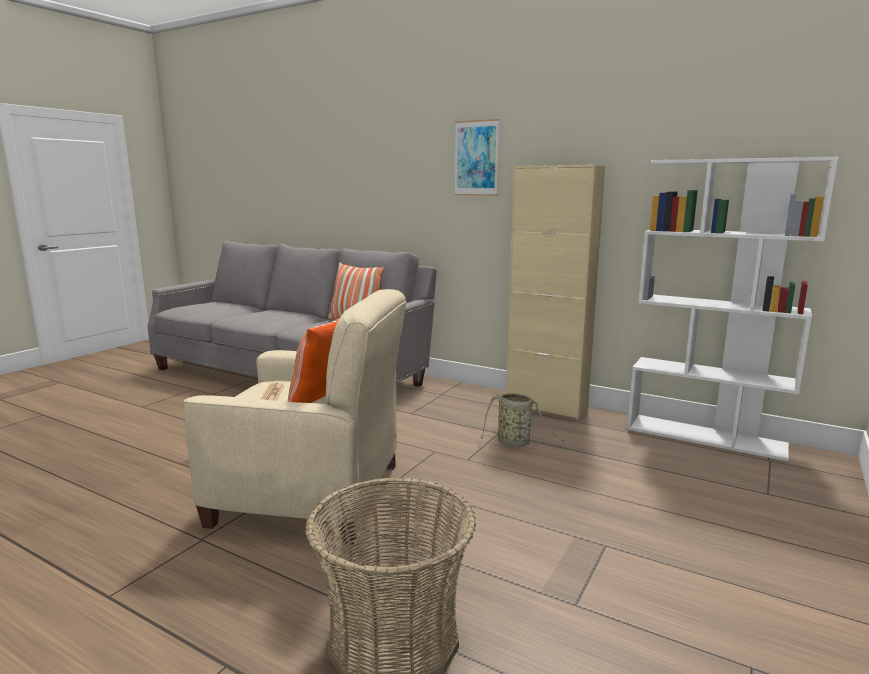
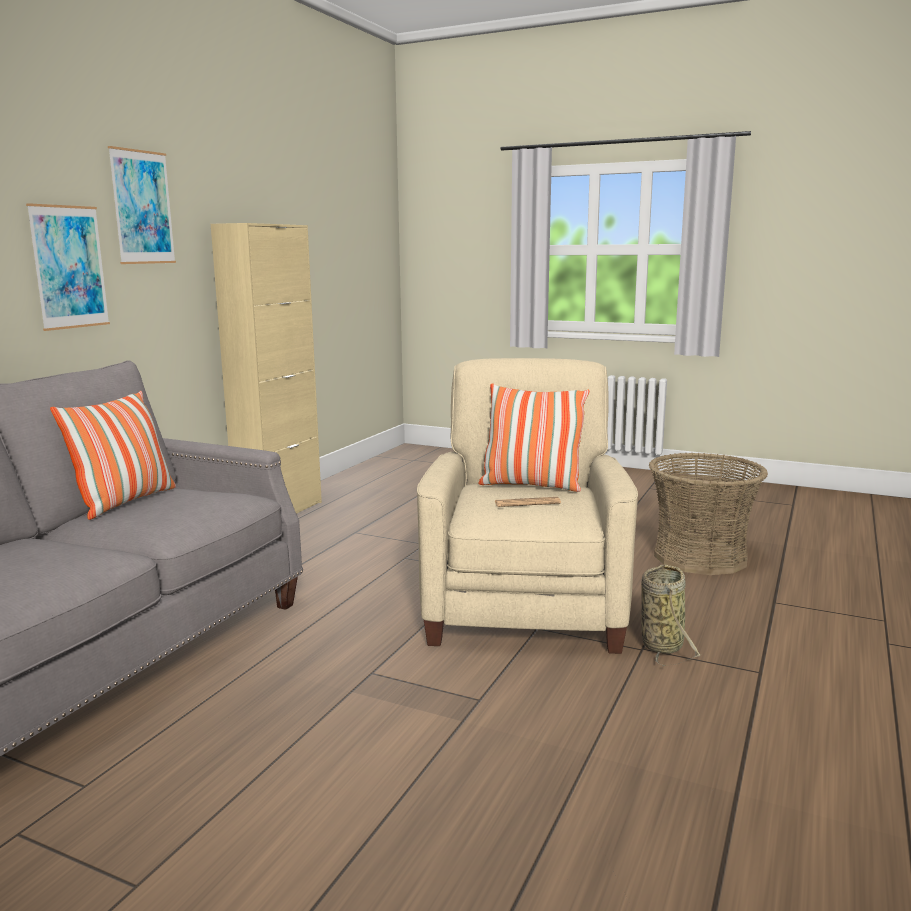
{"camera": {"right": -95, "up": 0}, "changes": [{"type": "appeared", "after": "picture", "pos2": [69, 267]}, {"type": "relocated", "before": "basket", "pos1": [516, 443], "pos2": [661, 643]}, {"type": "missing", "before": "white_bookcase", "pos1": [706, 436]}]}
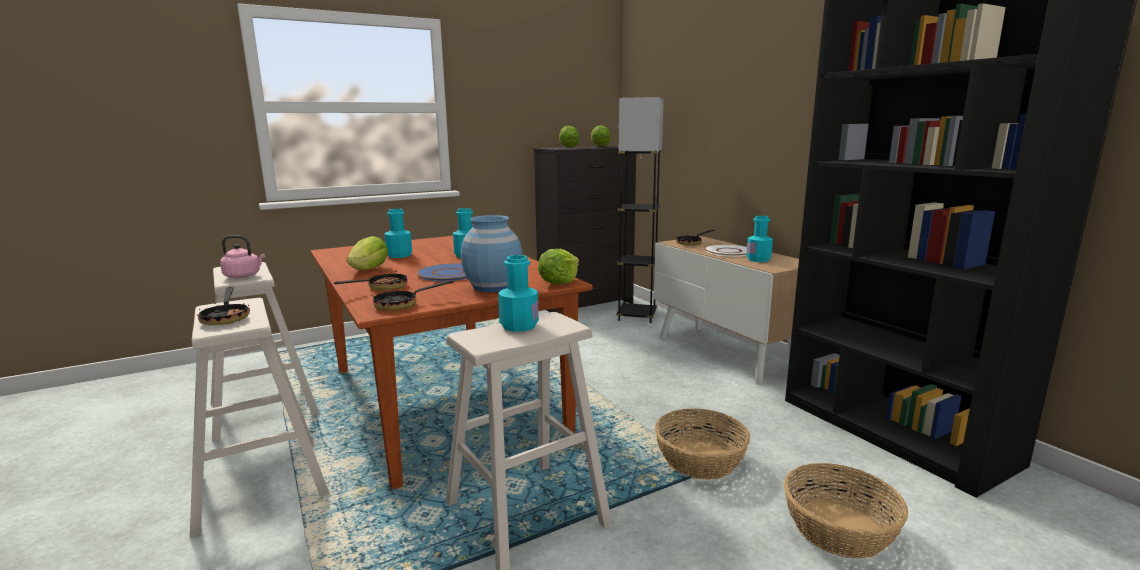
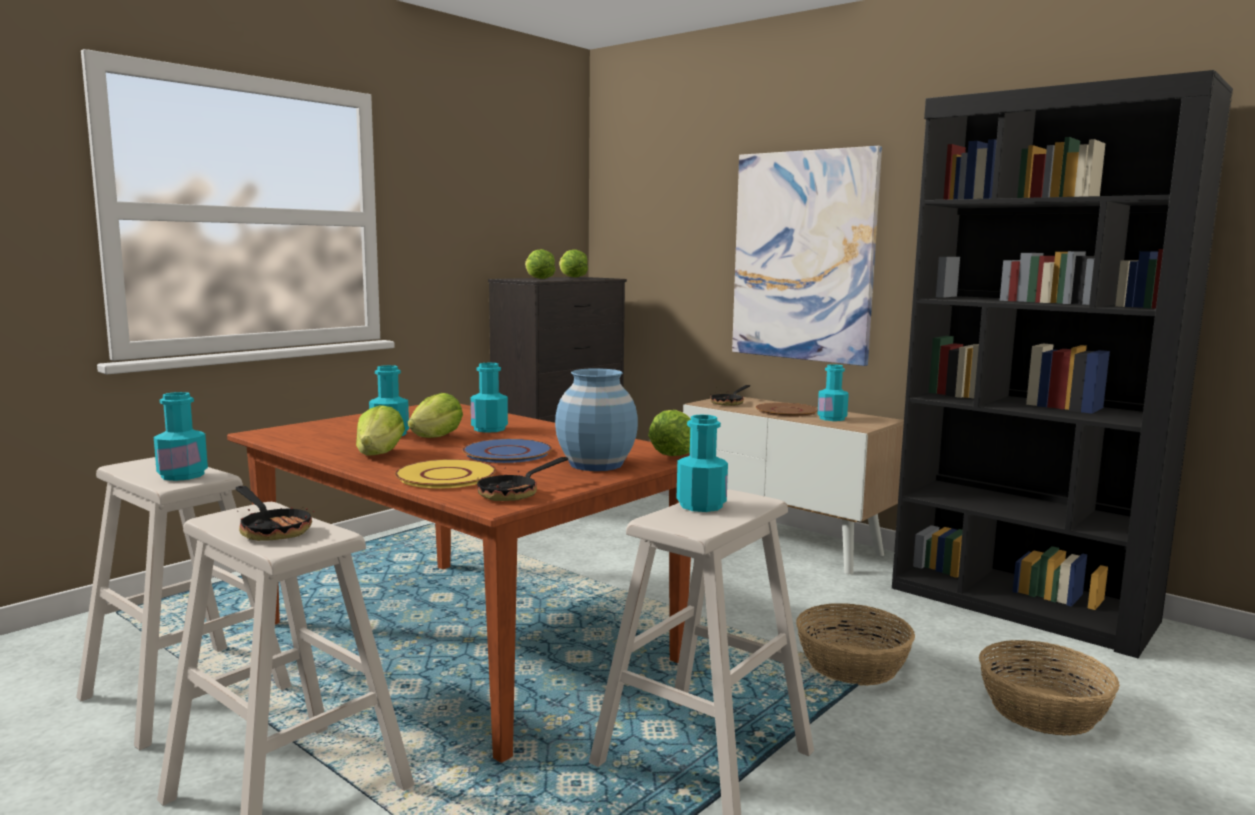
{"camera": {"right": -20, "up": -5}, "changes": [{"type": "exchanged", "before": "pink_kettle", "after": "turquoise_bottle", "pos1": [244, 276], "pos2": [182, 475]}, {"type": "exchanged", "before": "frying_pan", "after": "yellow_plate", "pos1": [382, 288], "pos2": [445, 476]}, {"type": "appeared", "after": "lettuce", "pos2": [437, 437]}, {"type": "appeared", "after": "picture", "pos2": [803, 256]}, {"type": "colour", "before": "white_plate", "after": "brown_plate", "pos1": [728, 251], "pos2": [786, 411]}, {"type": "missing", "before": "grey_floor_lamp", "pos1": [636, 316]}]}
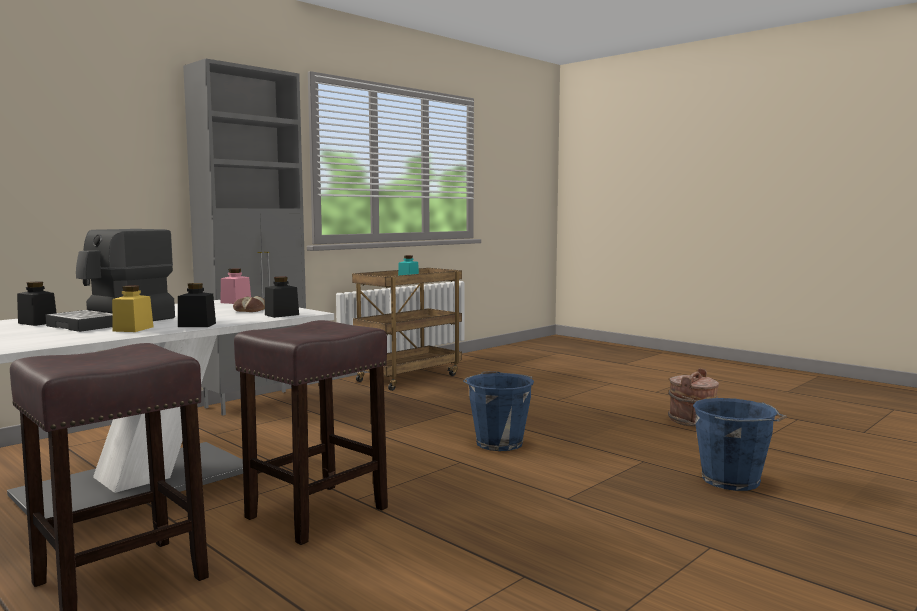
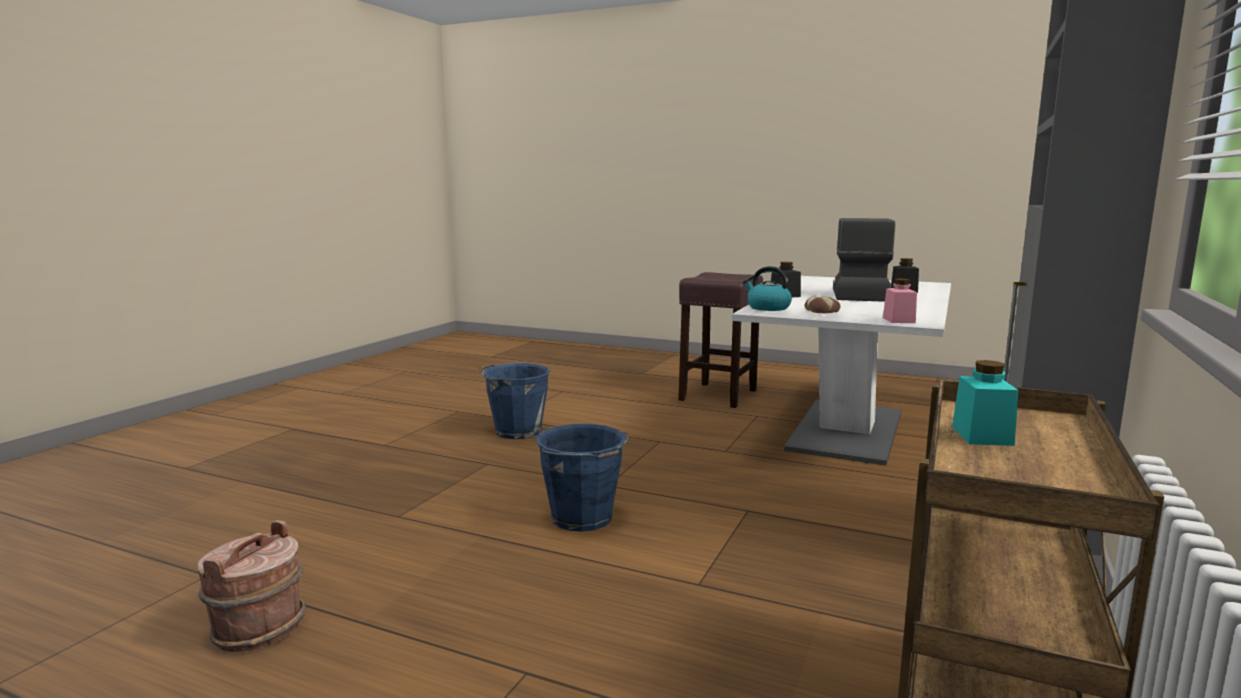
{"camera": {"right": 160, "up": 5}, "changes": [{"type": "relocated", "before": "blue_bucket", "pos1": [733, 481], "pos2": [516, 431]}, {"type": "exchanged", "before": "black_jar", "after": "kettle", "pos1": [281, 315], "pos2": [767, 308]}, {"type": "missing", "before": "yellow_jar", "pos1": [133, 329]}, {"type": "missing", "before": "brown_stool", "pos1": [315, 513]}]}
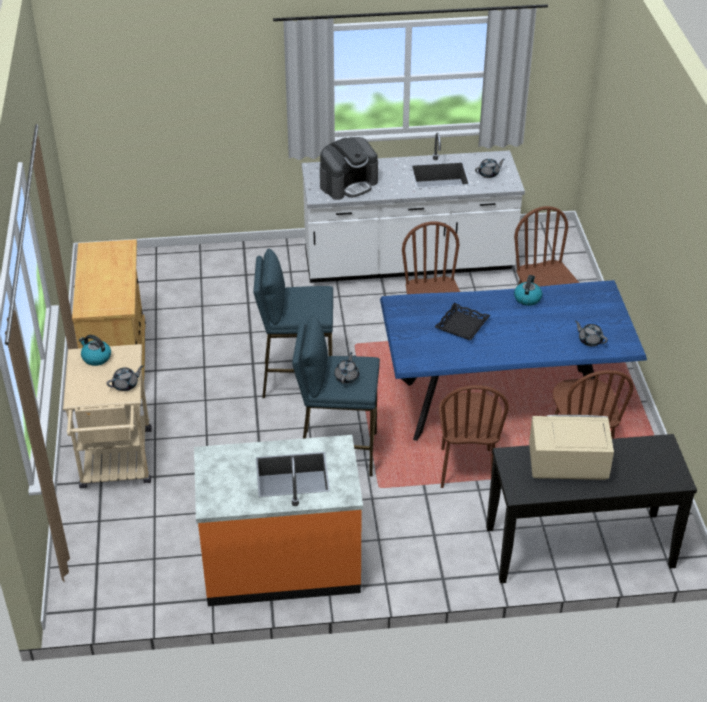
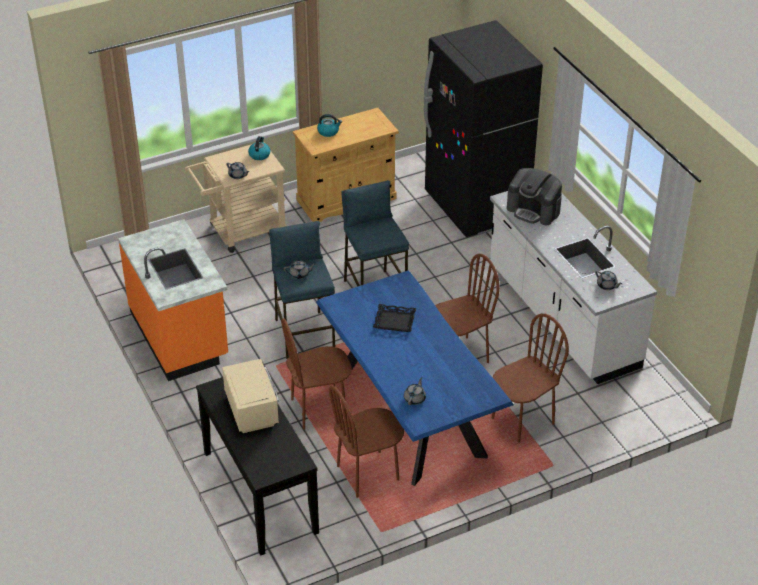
{"camera": {"right": 70, "up": 0}, "changes": [{"type": "relocated", "before": "kettle", "pos1": [527, 298], "pos2": [328, 131]}, {"type": "appeared", "after": "black_fridge", "pos2": [476, 207]}]}
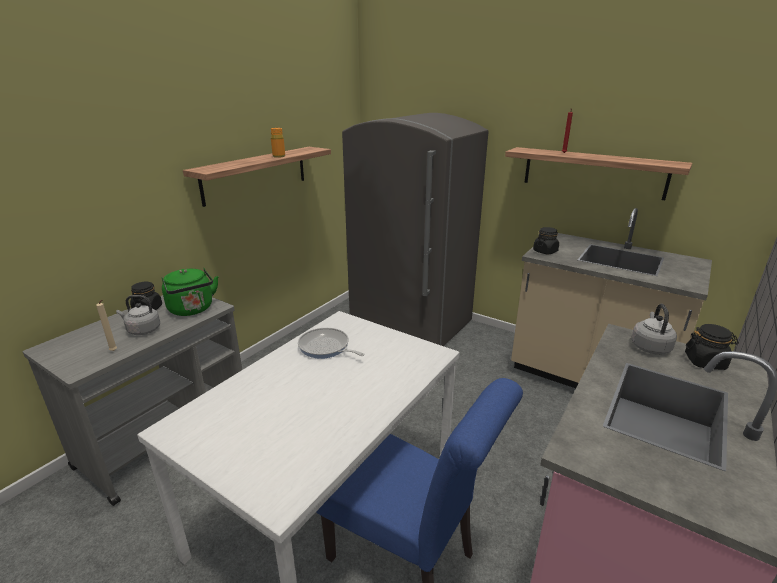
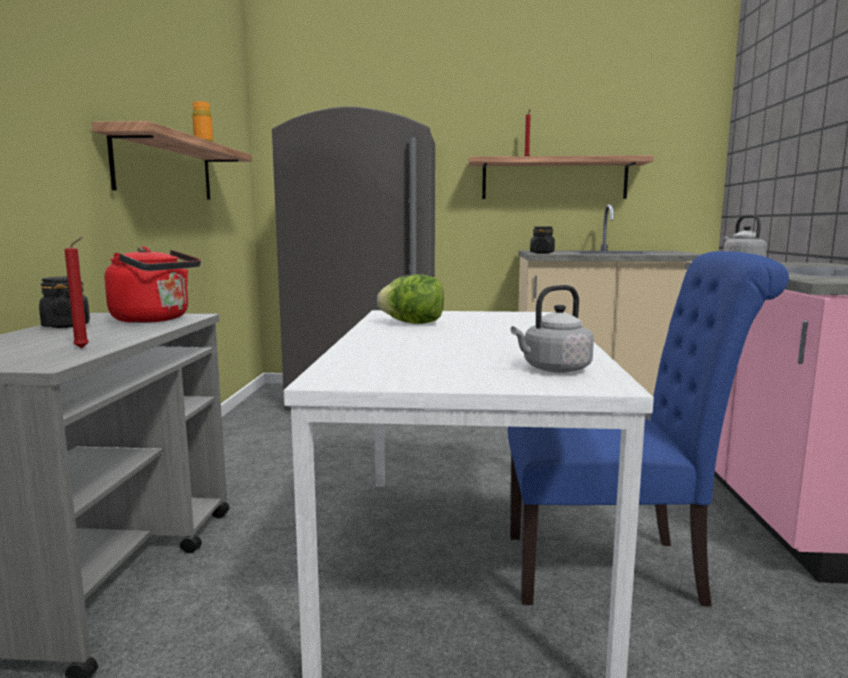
{"camera": {"right": -30, "up": -15}, "changes": [{"type": "colour", "before": "beige_candle", "after": "red_candle", "pos1": [114, 351], "pos2": [84, 348]}, {"type": "colour", "before": "green_kettle", "after": "red_kettle", "pos1": [192, 310], "pos2": [155, 319]}, {"type": "exchanged", "before": "frying_pan", "after": "lettuce", "pos1": [326, 347], "pos2": [413, 323]}, {"type": "relocated", "before": "grey_kettle", "pos1": [142, 330], "pos2": [553, 369]}, {"type": "missing", "before": "black_jar", "pos1": [705, 362]}]}
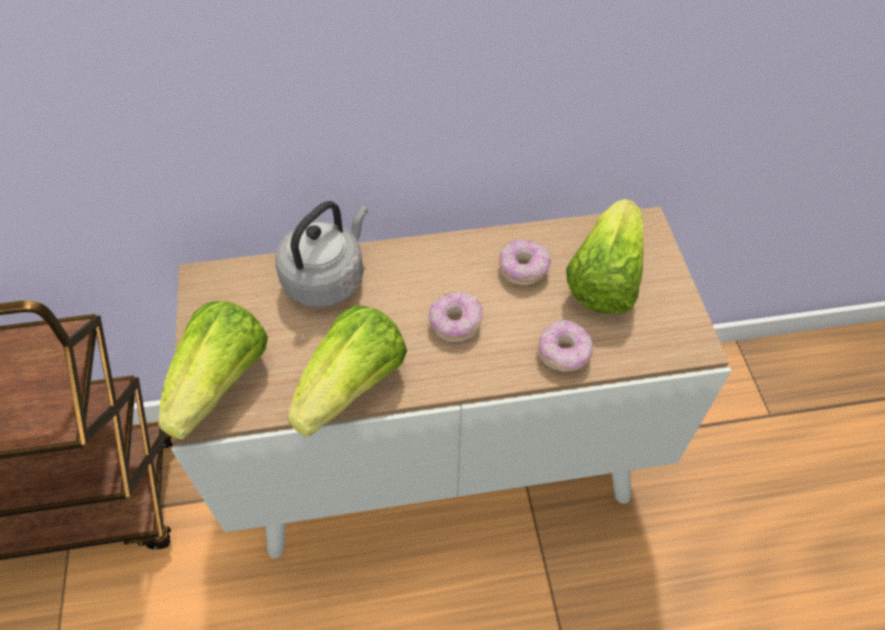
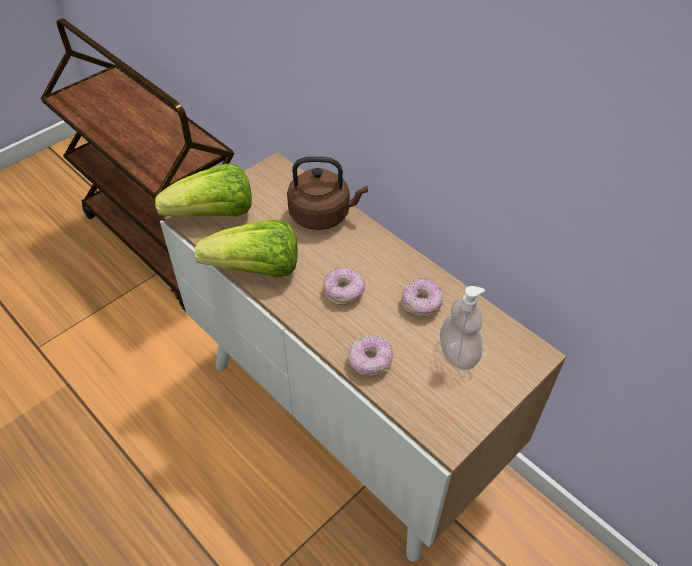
{"camera": {"right": 55, "up": -5}, "changes": [{"type": "colour", "before": "grey_kettle", "after": "brown_kettle", "pos1": [327, 278], "pos2": [323, 215]}, {"type": "exchanged", "before": "lettuce", "after": "soap_dispenser", "pos1": [604, 278], "pos2": [458, 353]}]}
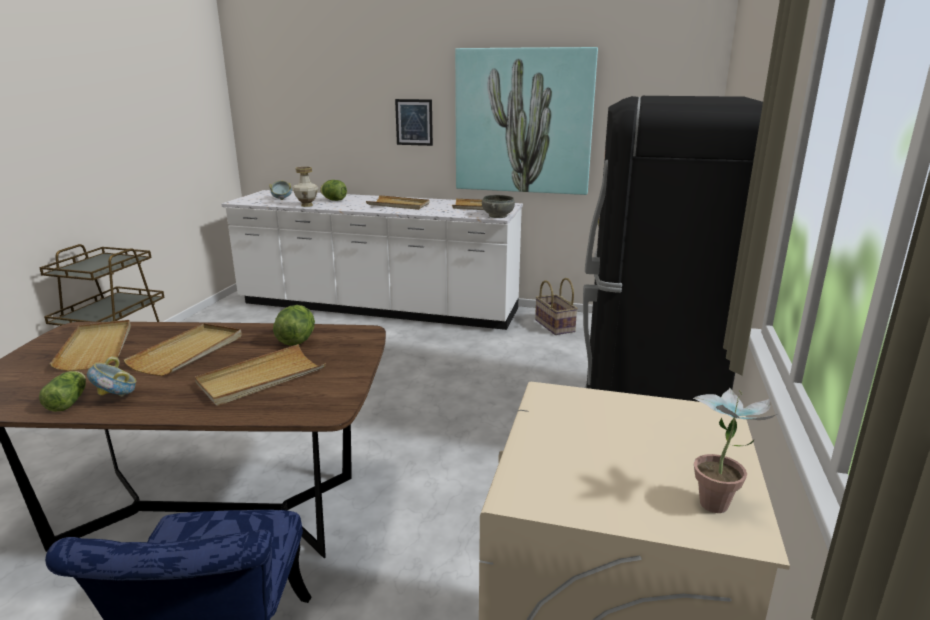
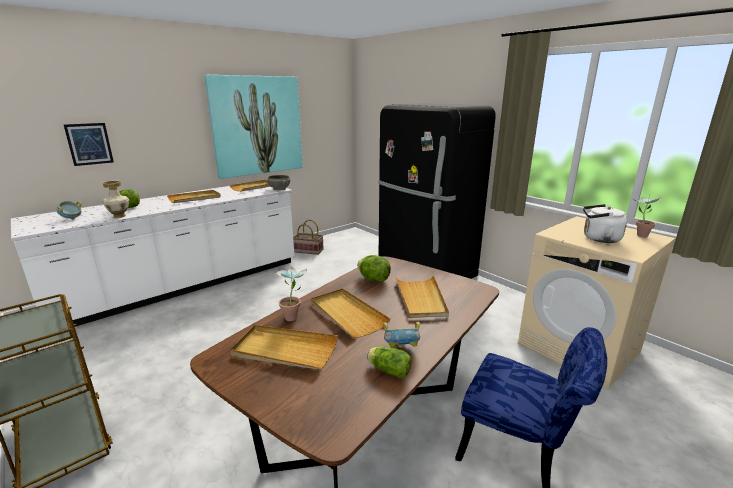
{"camera": {"right": -55, "up": 0}, "changes": [{"type": "relocated", "before": "picture", "pos1": [414, 122], "pos2": [89, 144]}, {"type": "appeared", "after": "potted_plant", "pos2": [294, 316]}, {"type": "appeared", "after": "white_kettle", "pos2": [598, 239]}]}
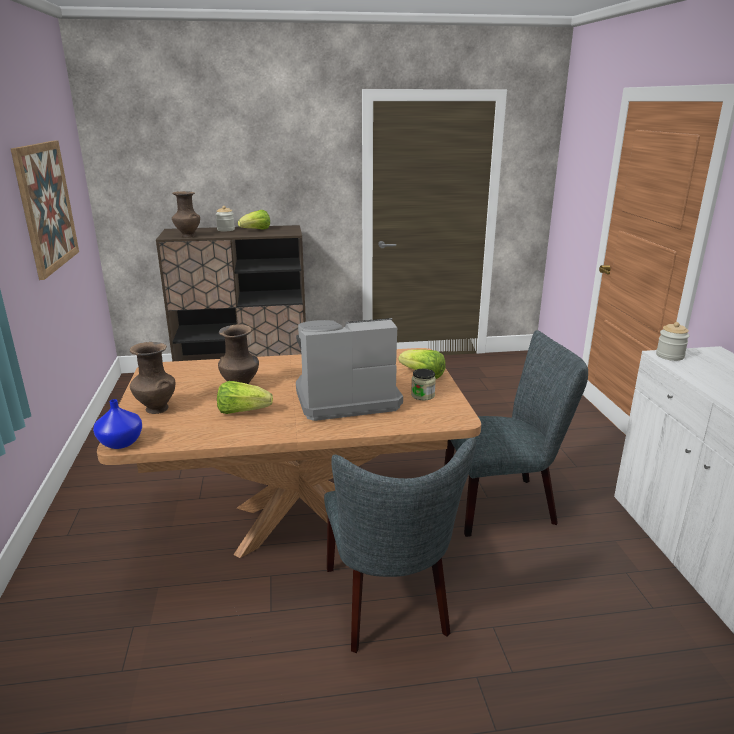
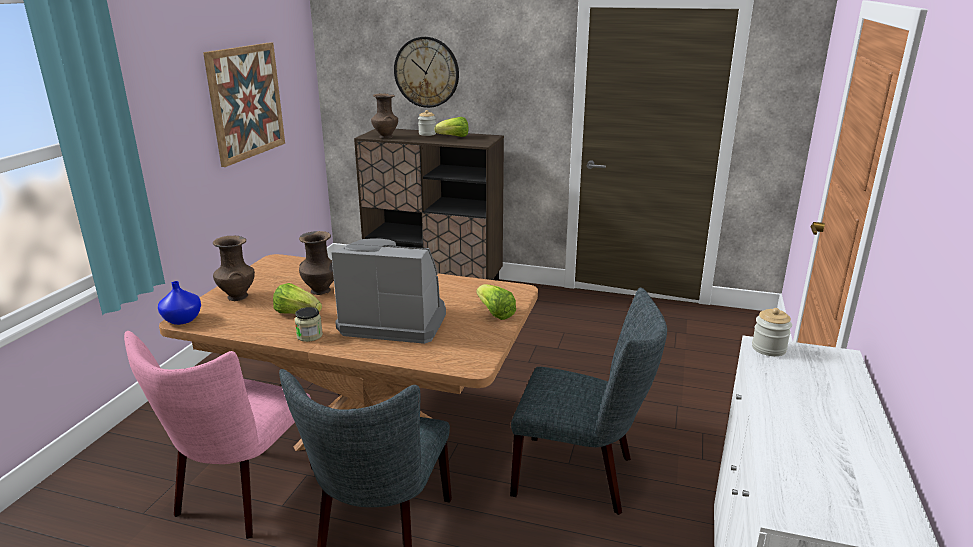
{"camera": {"right": 25, "up": 0}, "changes": [{"type": "appeared", "after": "pink_chair", "pos2": [241, 495]}, {"type": "relocated", "before": "jar", "pos1": [423, 395], "pos2": [309, 336]}, {"type": "appeared", "after": "wall_clock", "pos2": [426, 72]}]}
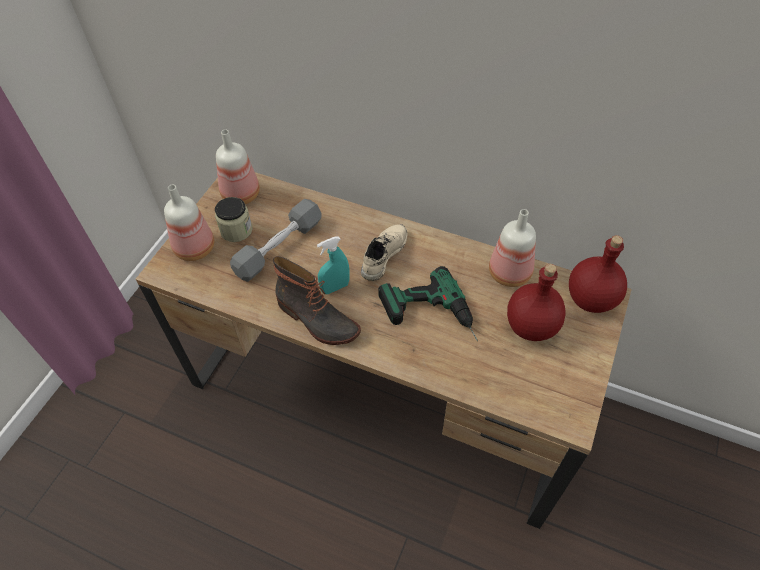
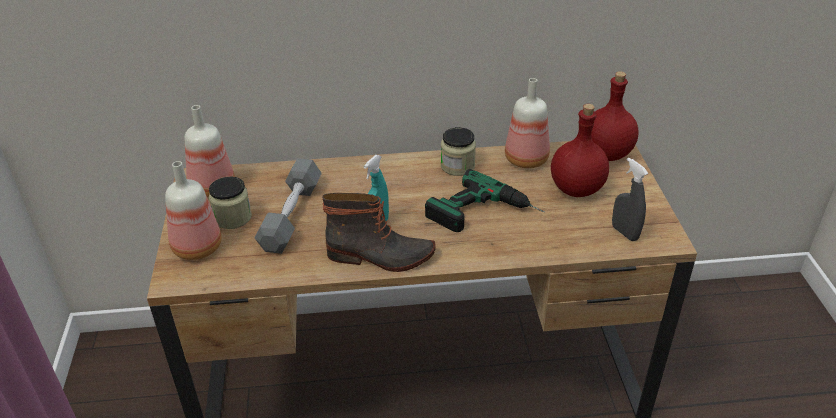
{"camera": {"right": -30, "up": -15}, "changes": [{"type": "appeared", "after": "jar", "pos2": [457, 166]}, {"type": "appeared", "after": "grey_spray_bottle", "pos2": [624, 233]}, {"type": "missing", "before": "beige_shoe", "pos1": [383, 255]}]}
